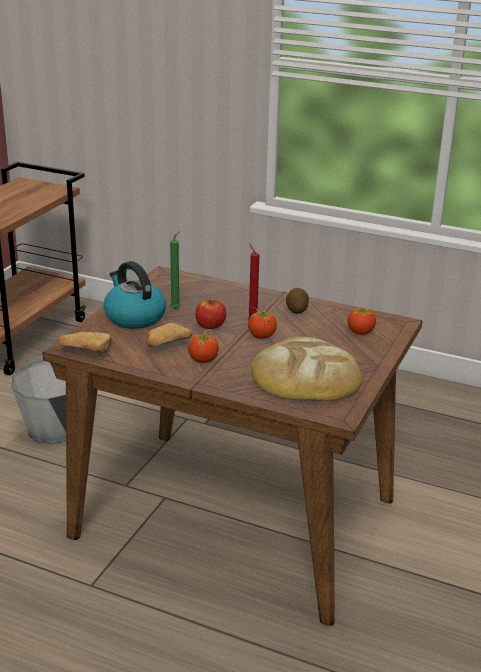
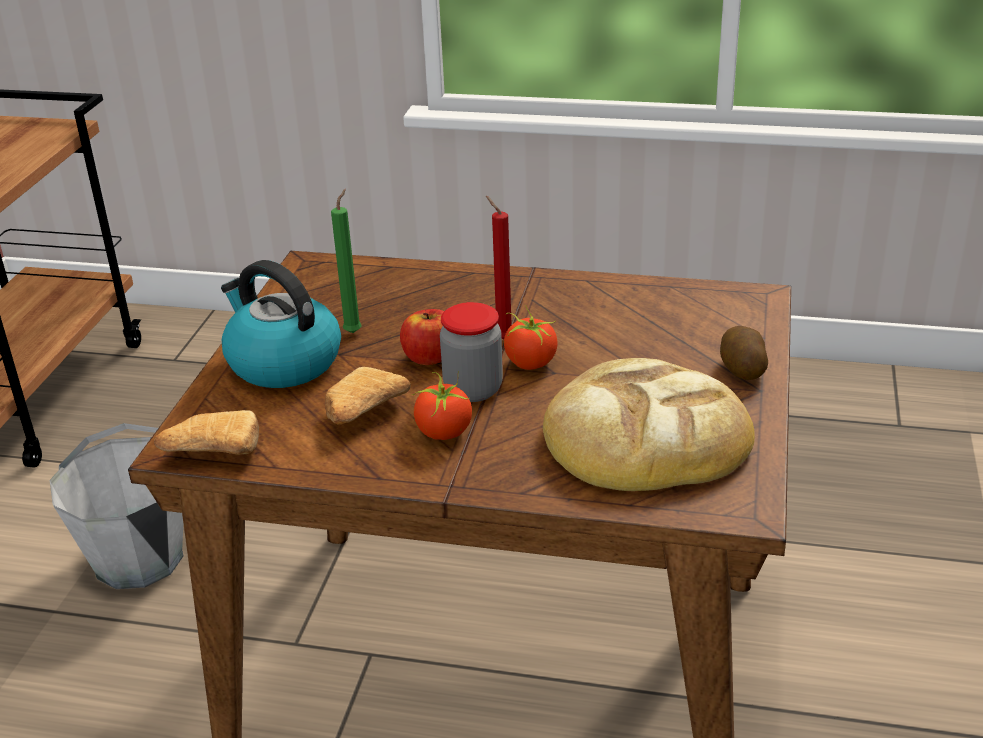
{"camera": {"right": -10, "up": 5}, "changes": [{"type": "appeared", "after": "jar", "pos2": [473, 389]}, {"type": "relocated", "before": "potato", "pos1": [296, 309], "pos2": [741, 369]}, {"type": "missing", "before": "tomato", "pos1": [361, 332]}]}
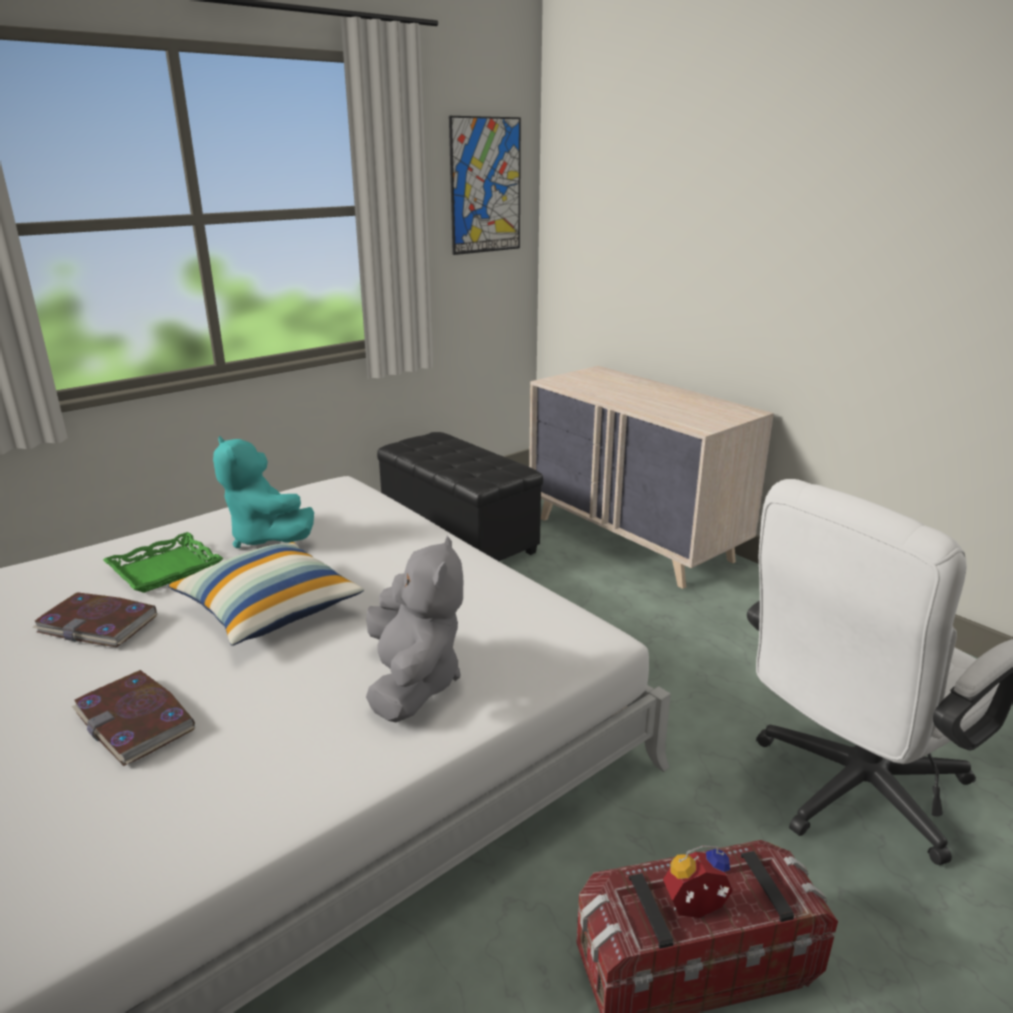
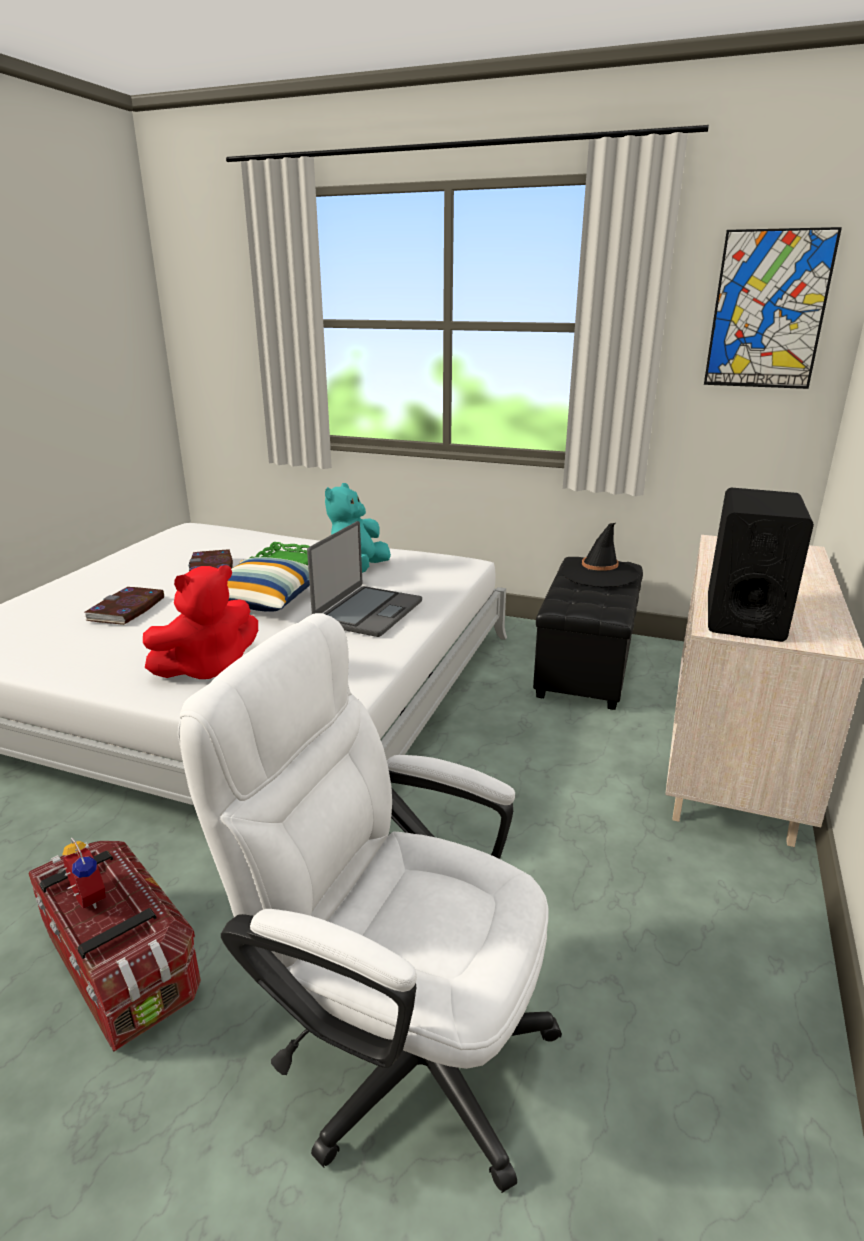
{"camera": {"right": 60, "up": 0}, "changes": [{"type": "colour", "before": "grey_plush_toy", "after": "red_plush_toy", "pos1": [413, 683], "pos2": [209, 669]}, {"type": "appeared", "after": "laptop", "pos2": [368, 612]}, {"type": "appeared", "after": "black_hat", "pos2": [599, 573]}, {"type": "appeared", "after": "black_speaker", "pos2": [744, 617]}]}
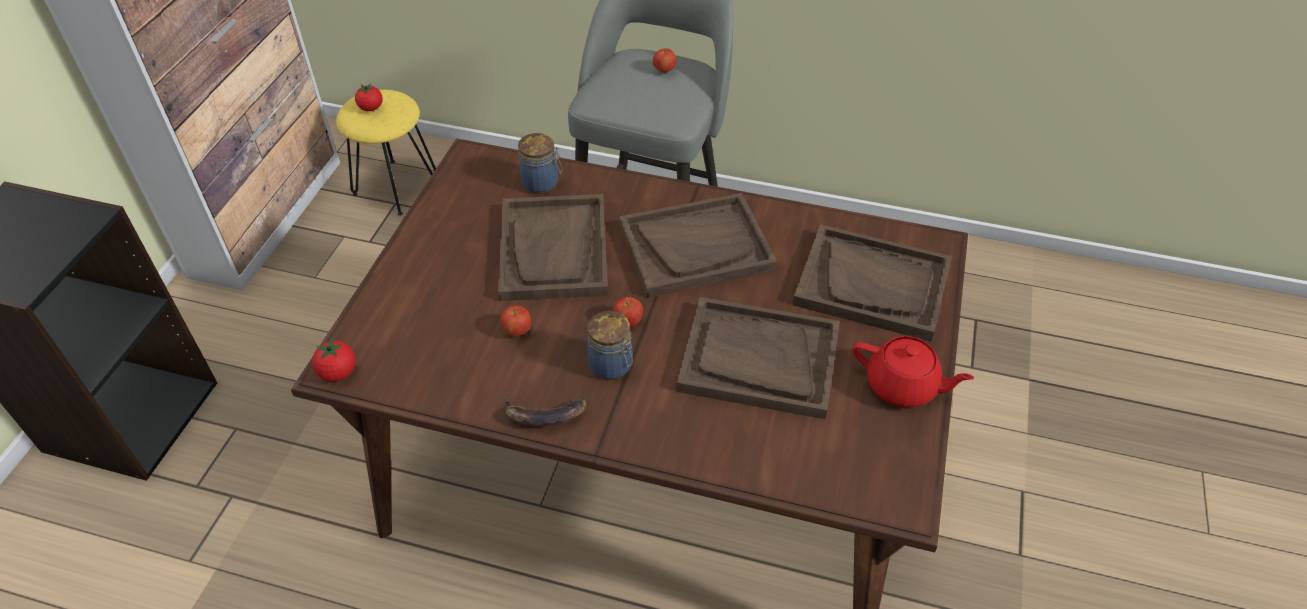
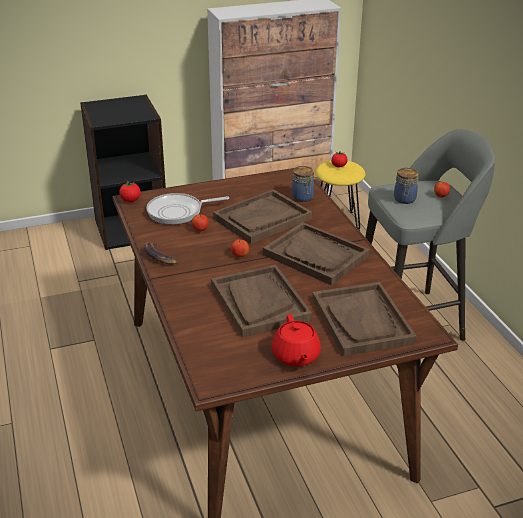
{"camera": {"right": 55, "up": -15}, "changes": [{"type": "appeared", "after": "frying_pan", "pos2": [178, 212]}, {"type": "relocated", "before": "jar", "pos1": [612, 366], "pos2": [404, 200]}]}
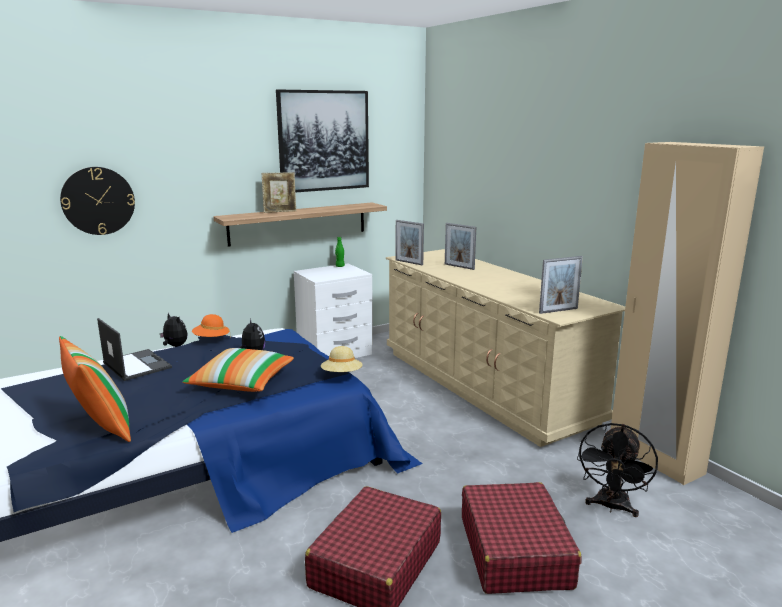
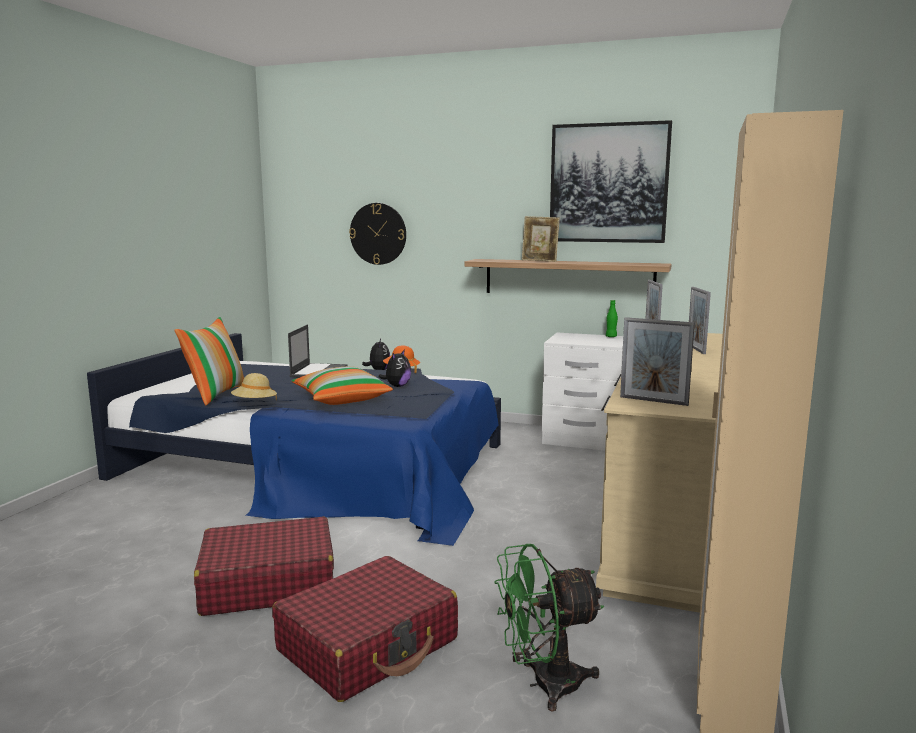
{"camera": {"right": 50, "up": -5}, "changes": [{"type": "relocated", "before": "beige_hat", "pos1": [342, 375], "pos2": [254, 404]}, {"type": "colour", "before": "black_fan", "after": "green_fan", "pos1": [611, 507], "pos2": [544, 684]}]}
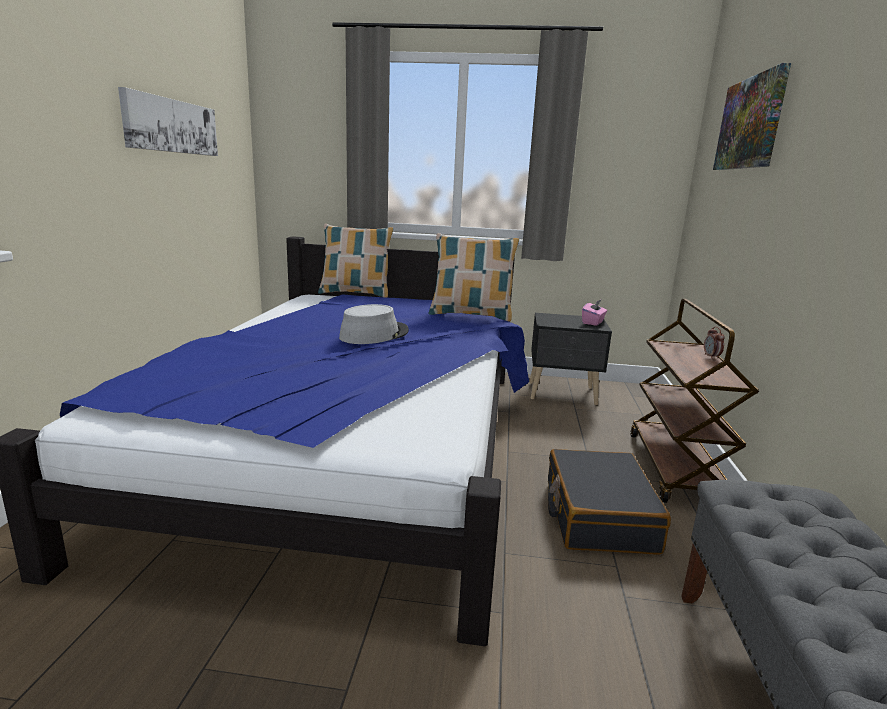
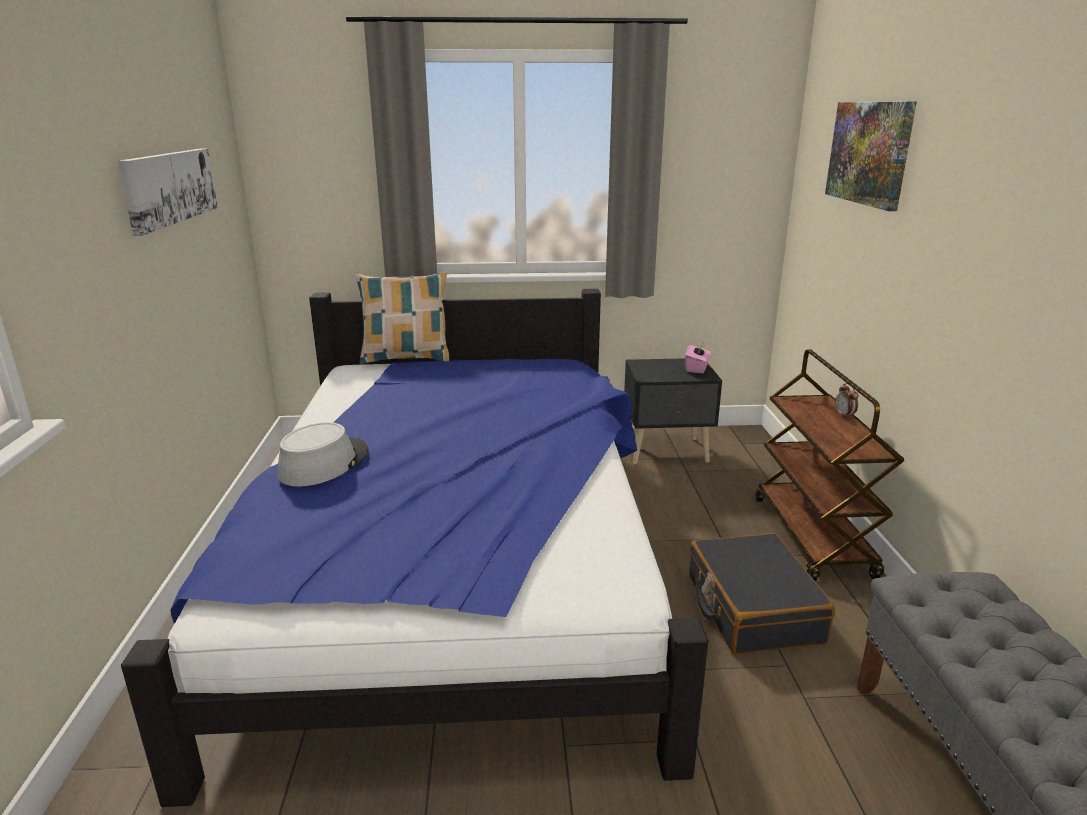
{"camera": {"right": -10, "up": 5}, "changes": [{"type": "relocated", "before": "grey_hat", "pos1": [374, 334], "pos2": [324, 463]}, {"type": "missing", "before": "pillow", "pos1": [471, 315]}]}
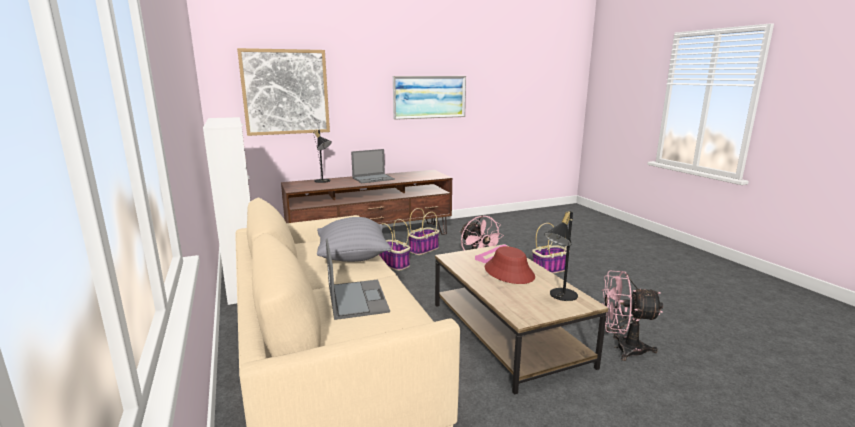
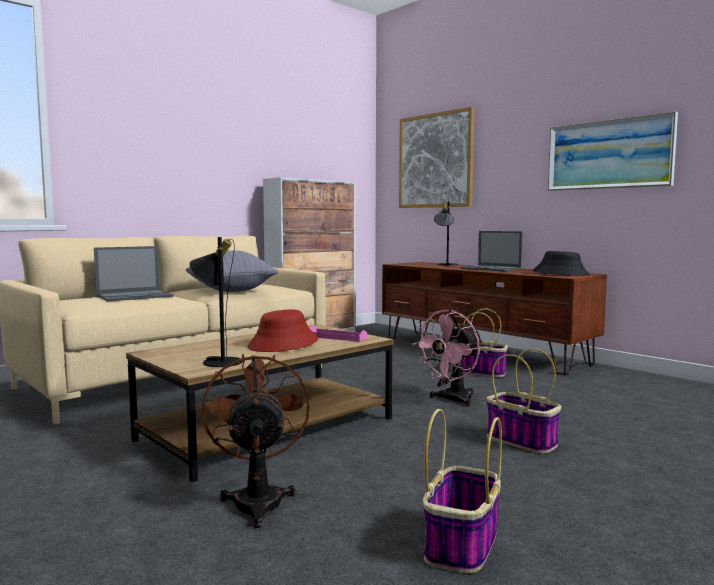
{"camera": {"right": 70, "up": -10}, "changes": [{"type": "colour", "before": "pink_fan", "after": "brown_fan", "pos1": [622, 348], "pos2": [258, 499]}, {"type": "relocated", "before": "basket", "pos1": [394, 264], "pos2": [461, 545]}, {"type": "appeared", "after": "black_hat", "pos2": [560, 274]}]}
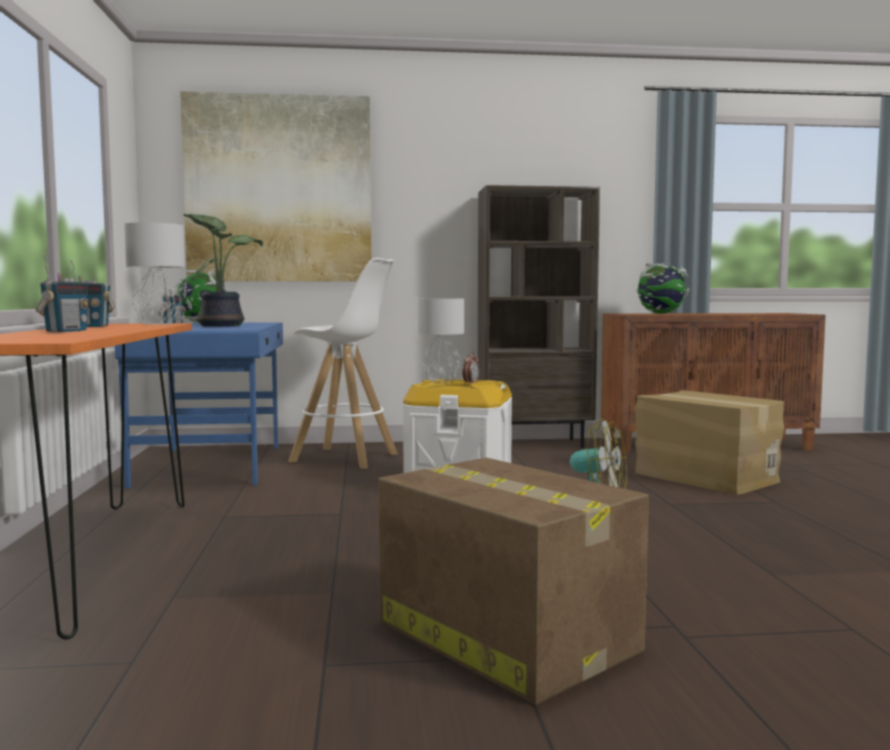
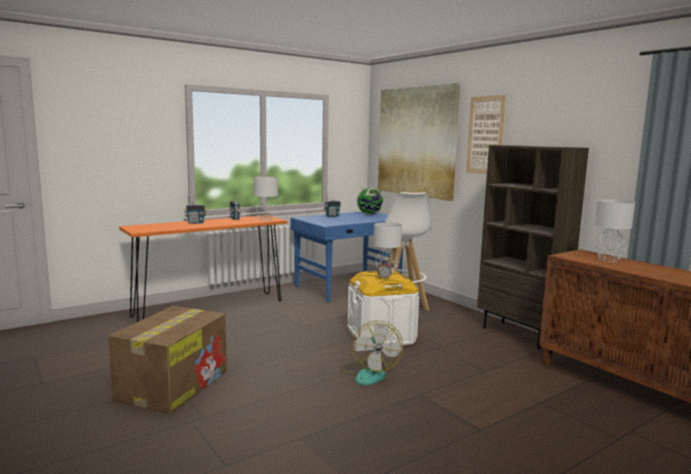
{"camera": {"right": 60, "up": 5}, "changes": [{"type": "appeared", "after": "picture", "pos2": [485, 135]}, {"type": "exchanged", "before": "globe", "after": "grey_table_lamp", "pos1": [661, 313], "pos2": [608, 260]}, {"type": "missing", "before": "potted_plant", "pos1": [221, 325]}, {"type": "missing", "before": "cardboard_box", "pos1": [704, 477]}]}
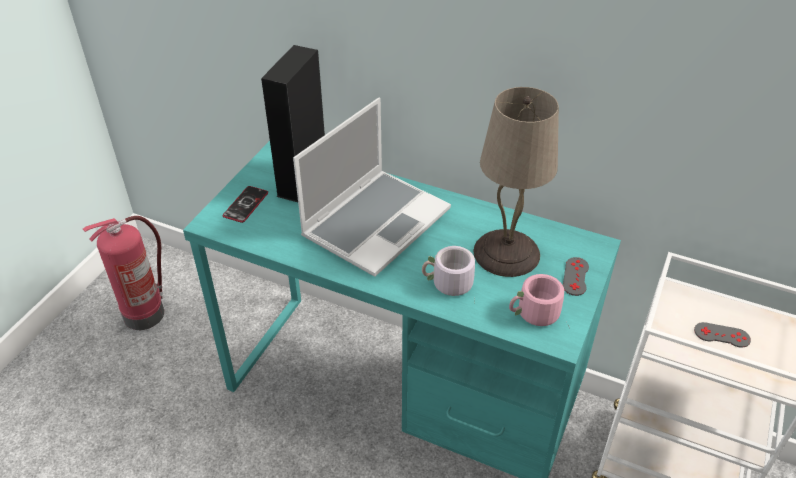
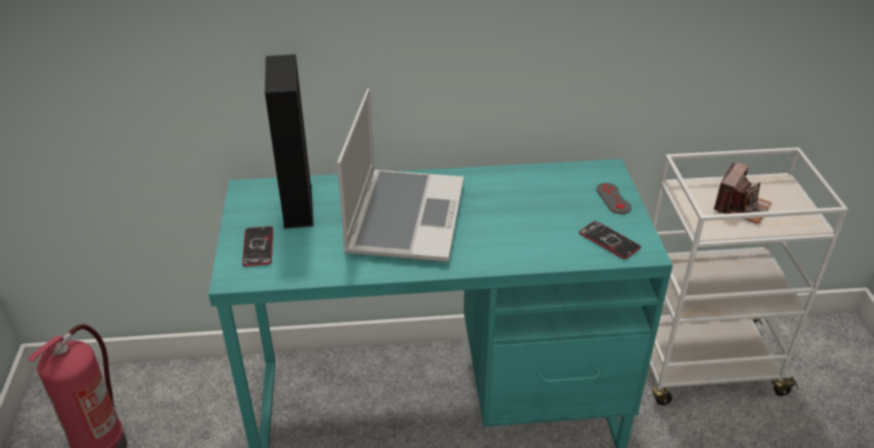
{"camera": {"right": -30, "up": -5}, "changes": [{"type": "exchanged", "before": "pink_mug", "after": "phone", "pos1": [534, 315], "pos2": [609, 241]}, {"type": "exchanged", "before": "grey_game_controller", "after": "photo_camera", "pos1": [722, 335], "pos2": [740, 207]}, {"type": "missing", "before": "grey_mug", "pos1": [448, 285]}, {"type": "missing", "before": "beige_table_lamp", "pos1": [505, 253]}]}
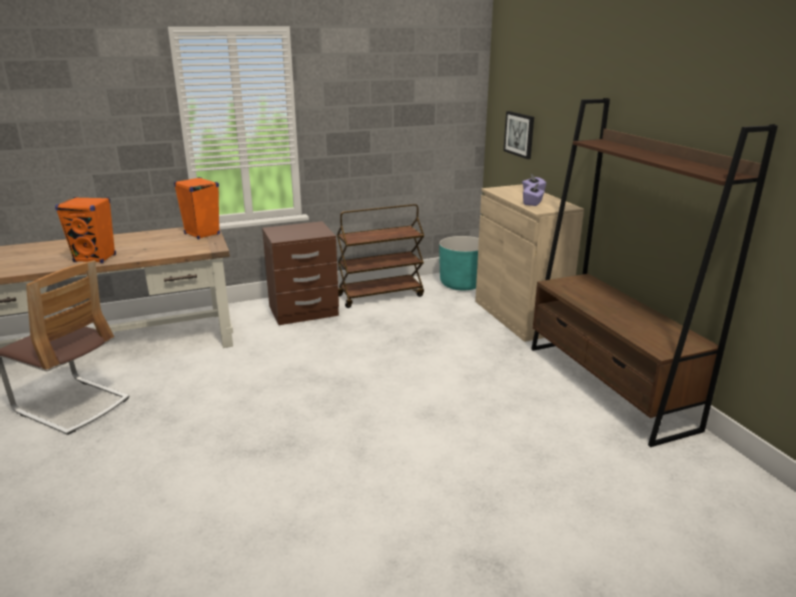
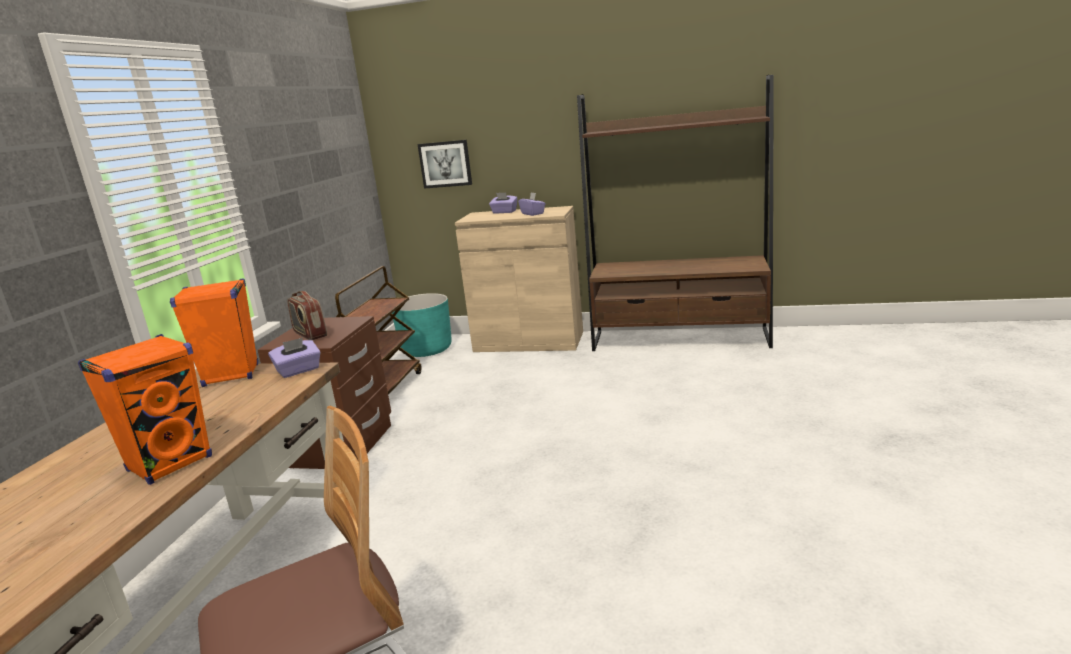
{"camera": {"right": -55, "up": -5}, "changes": [{"type": "appeared", "after": "purple_tissue_box", "pos2": [299, 370]}, {"type": "appeared", "after": "radio", "pos2": [309, 334]}]}
